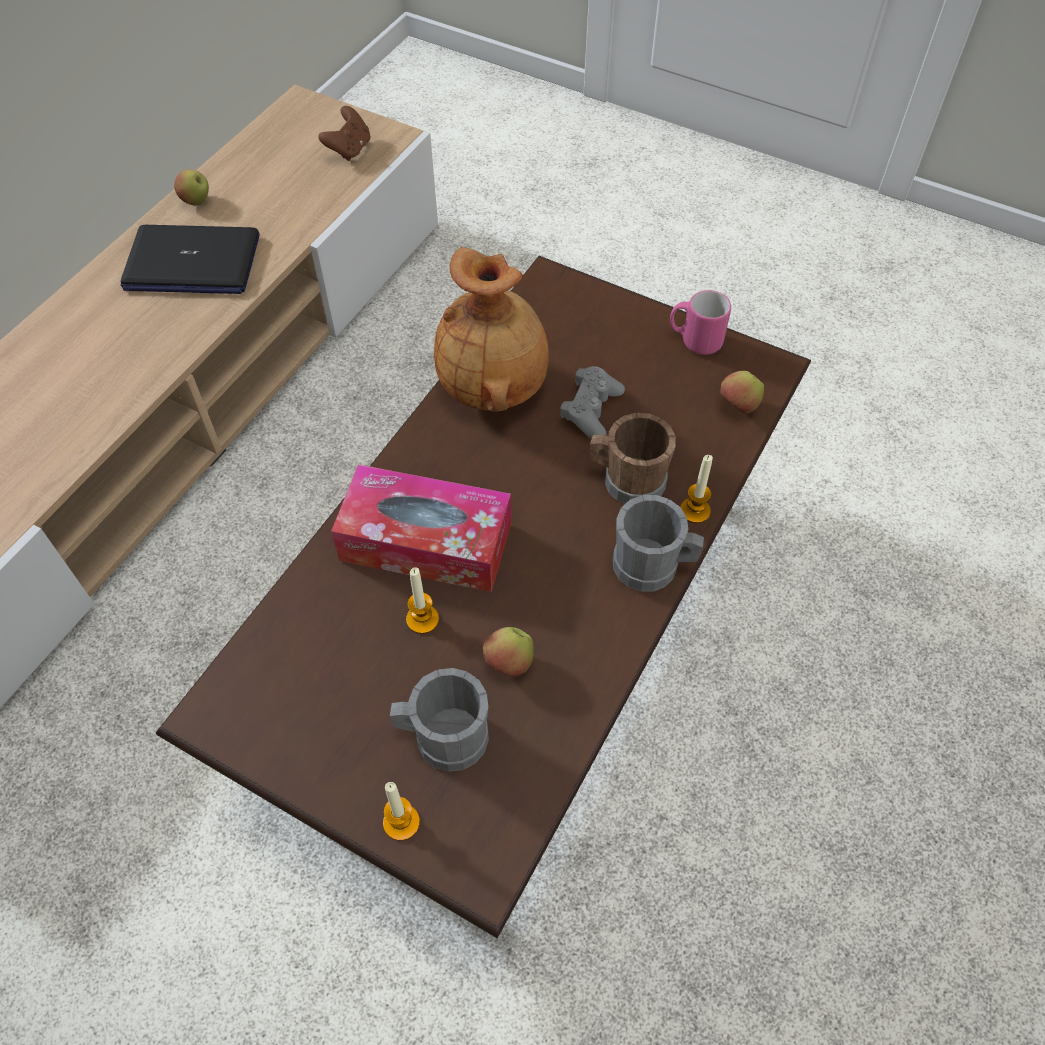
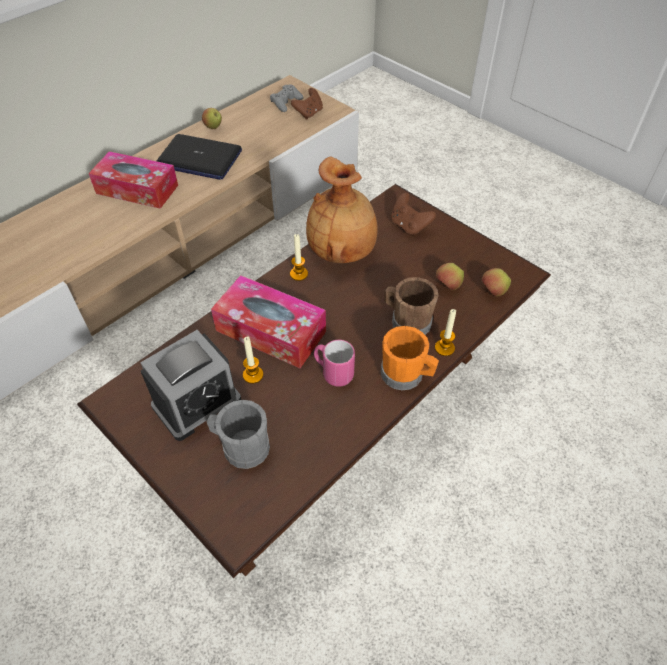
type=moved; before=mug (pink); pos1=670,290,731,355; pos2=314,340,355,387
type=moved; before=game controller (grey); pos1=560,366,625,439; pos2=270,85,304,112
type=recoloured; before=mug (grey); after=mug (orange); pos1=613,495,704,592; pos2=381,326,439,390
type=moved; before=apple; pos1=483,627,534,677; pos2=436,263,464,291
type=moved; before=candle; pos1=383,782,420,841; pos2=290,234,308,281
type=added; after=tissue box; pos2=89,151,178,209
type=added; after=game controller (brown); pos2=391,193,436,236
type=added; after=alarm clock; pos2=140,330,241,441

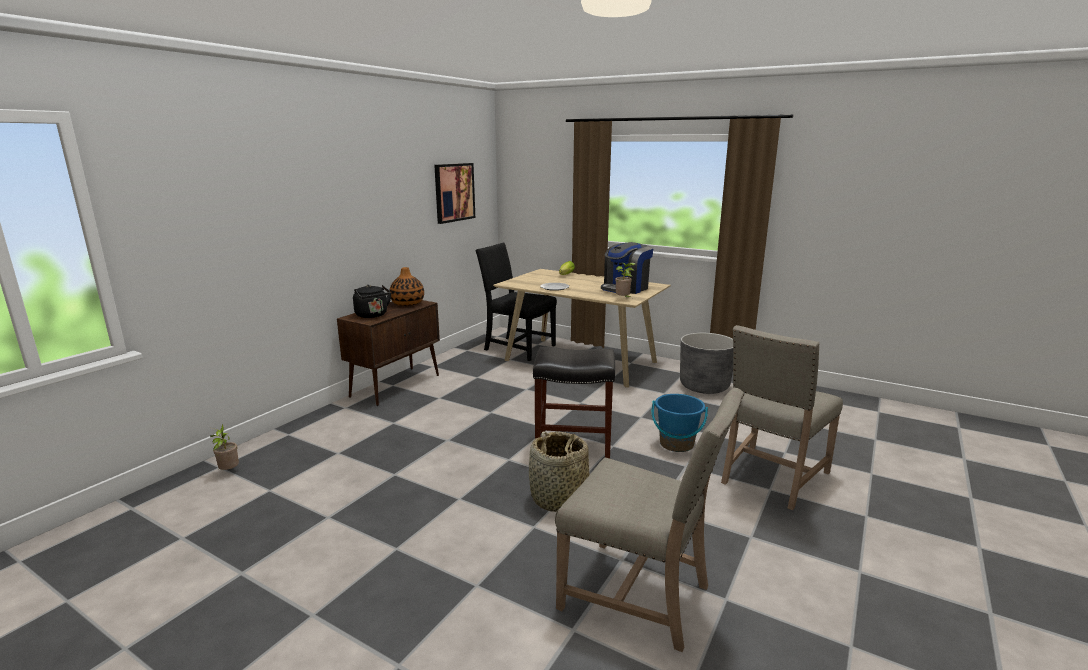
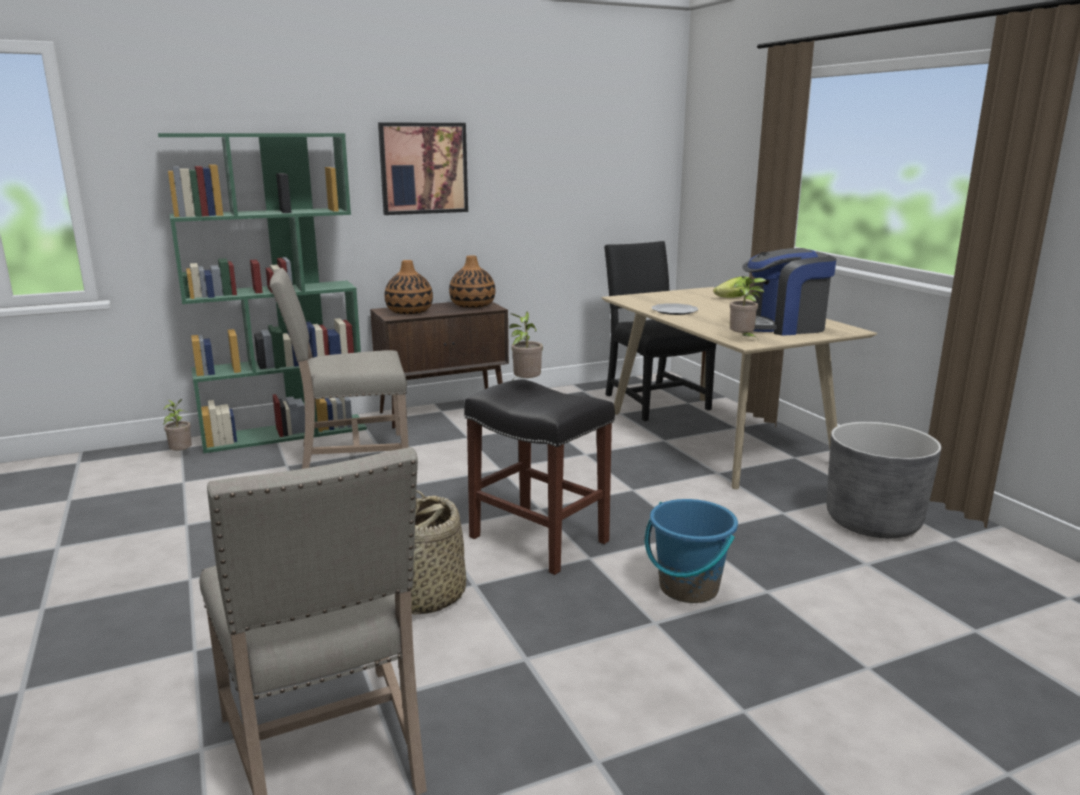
type=moved; before=picture; pos1=434,163,475,224; pos2=378,122,468,215
type=replaced; before=kettle (black); after=vase; pos1=353,285,392,318; pos2=384,260,433,314
type=moved; before=chair (beige); pos1=721,325,843,510; pos2=269,268,409,469
type=added; after=bookcase (green); pos2=158,133,367,453
type=added; after=potted plant; pos2=509,312,543,378

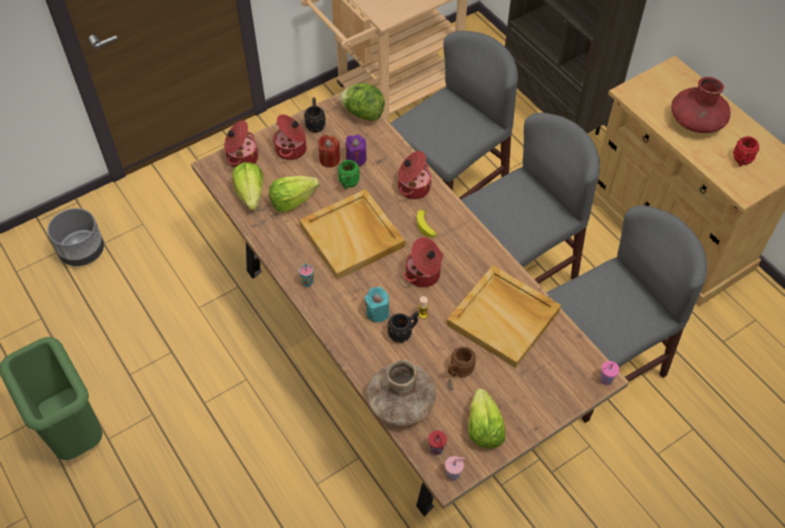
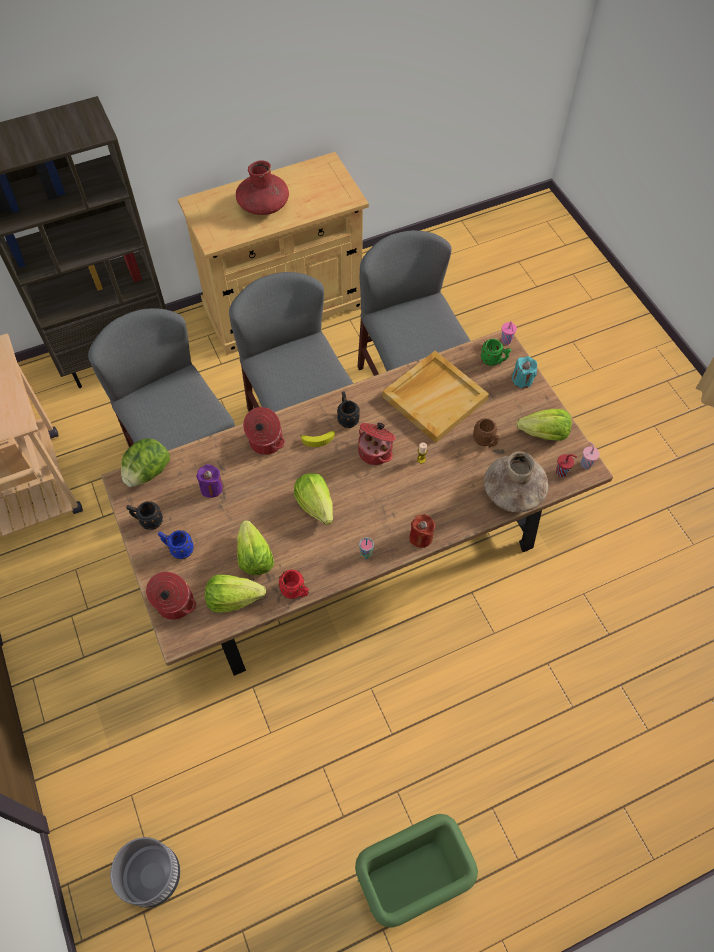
type=replaced; before=cooking pot; after=mug (blue); pos1=273,114,306,160; pos2=158,530,194,559
type=moved; before=candle (red); pos1=318,135,340,168; pos2=410,514,435,548
type=moved; before=mug (red); pos1=733,136,760,167; pos2=279,569,309,599
type=moved; before=mug (green); pos1=338,160,360,190; pos2=481,339,511,366
type=replaced; before=tray (beige); after=lettuce; pos1=299,189,405,280; pos2=294,473,333,525
type=moved; before=candle (turquoise); pos1=365,287,389,323; pos2=512,356,537,388
type=moved; before=mug (black); pos1=387,311,419,343; pos2=337,391,360,428

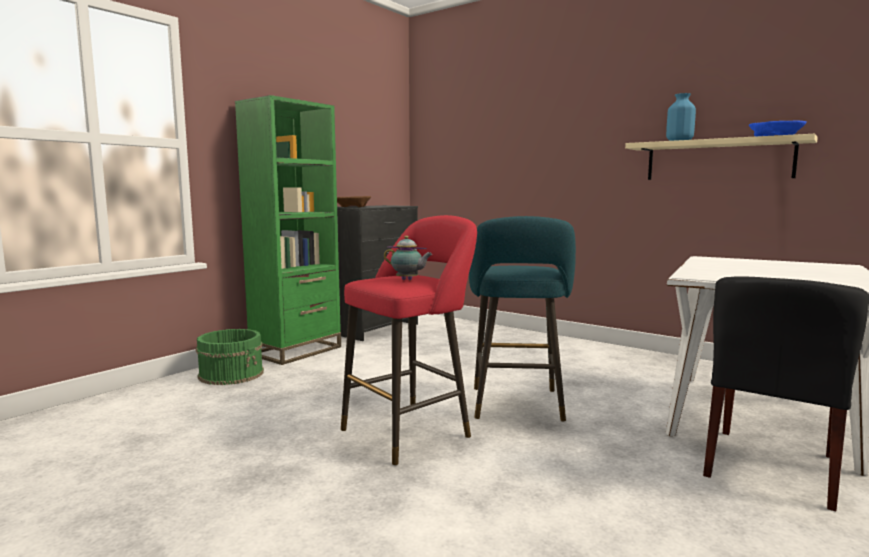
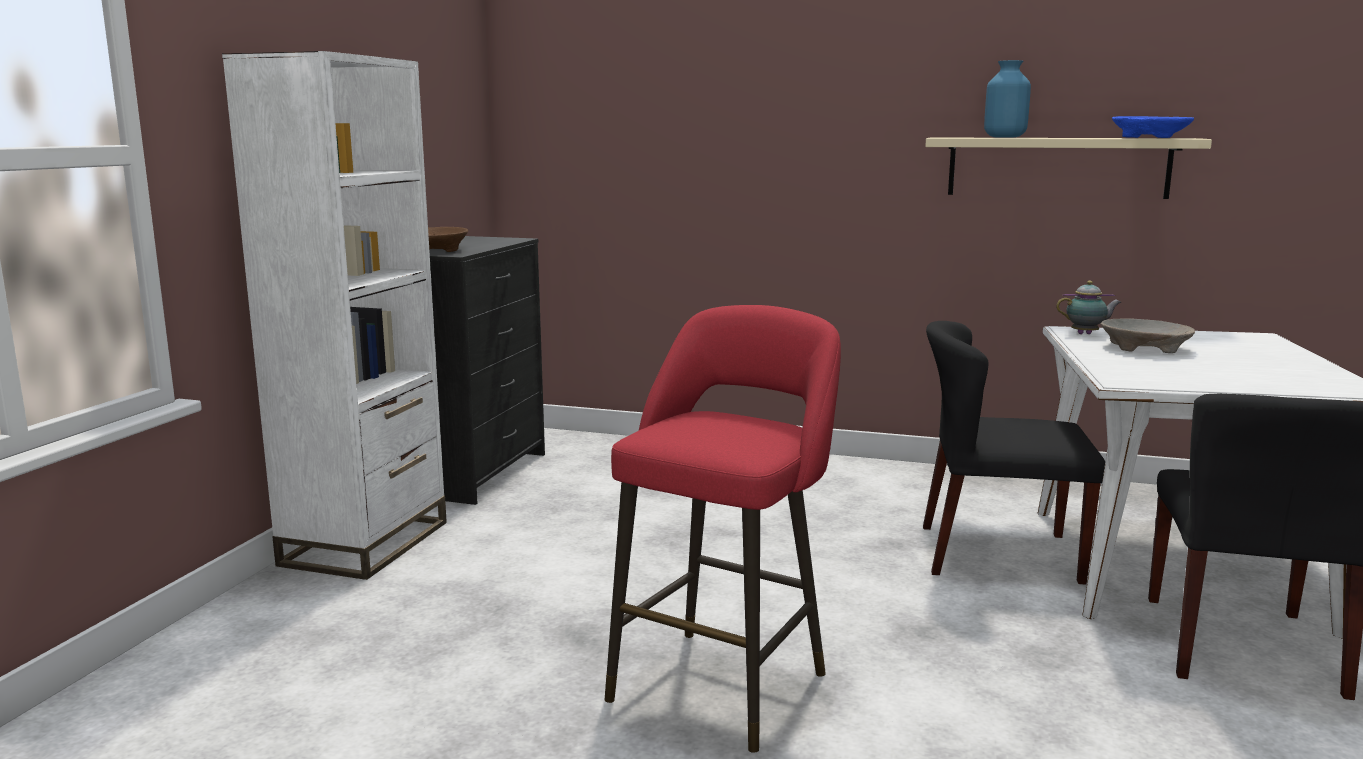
type=recoloured; before=bookcase (green); after=bookcase (white); pos1=235,95,341,365; pos2=222,51,447,580
type=removed; before=stool (turquoise); pos1=469,216,576,421
type=moved; before=teapot; pos1=384,236,433,280; pos2=1056,281,1122,334
type=removed; before=bucket (green); pos1=196,329,264,385
type=added; after=bowl (beige); pos2=1100,318,1195,353
type=added; after=chair (black); pos2=923,321,1105,585

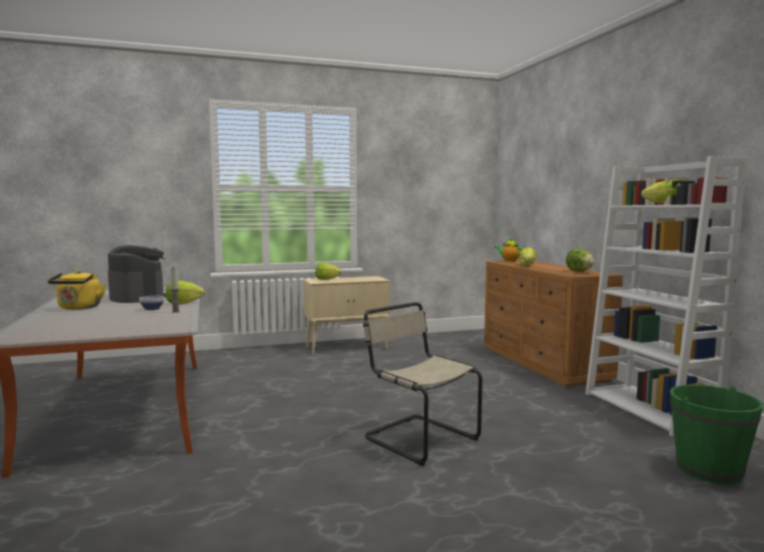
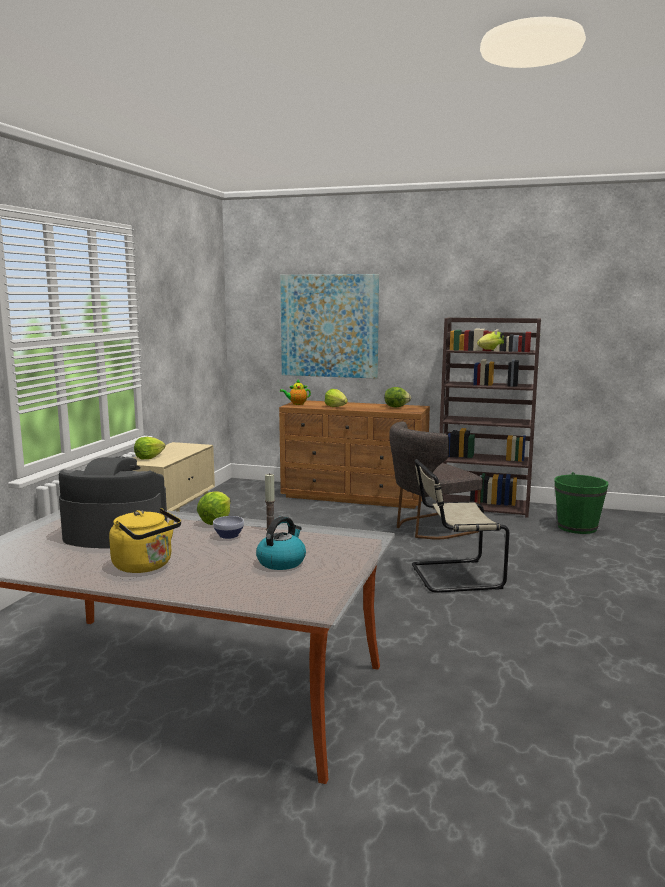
type=recoloured; before=bookcase (white); after=bookcase (brown); pos1=585,156,746,436; pos2=436,317,541,518
type=added; after=picture; pos2=280,274,379,378
type=added; after=chair (grey); pos2=389,422,483,540
type=added; after=kettle; pos2=256,516,306,570

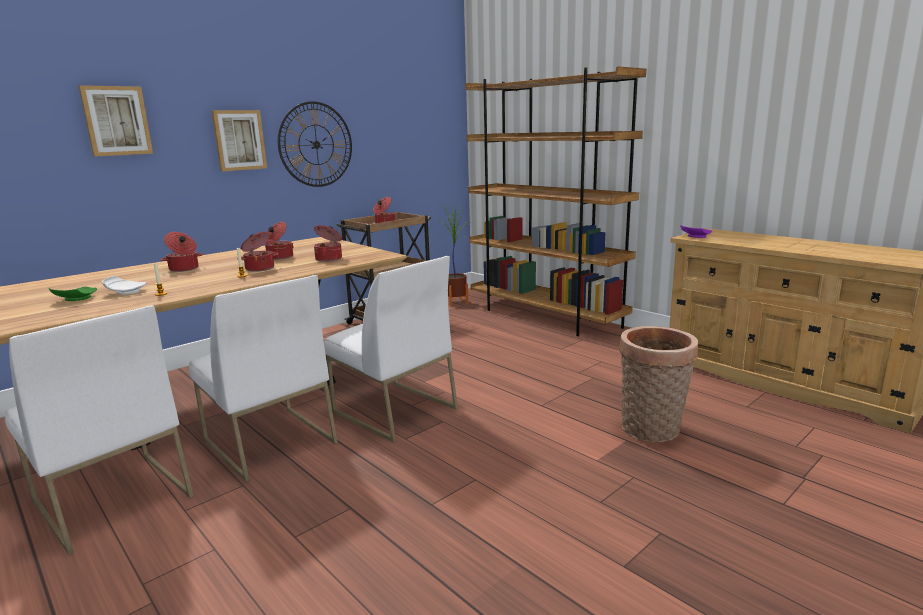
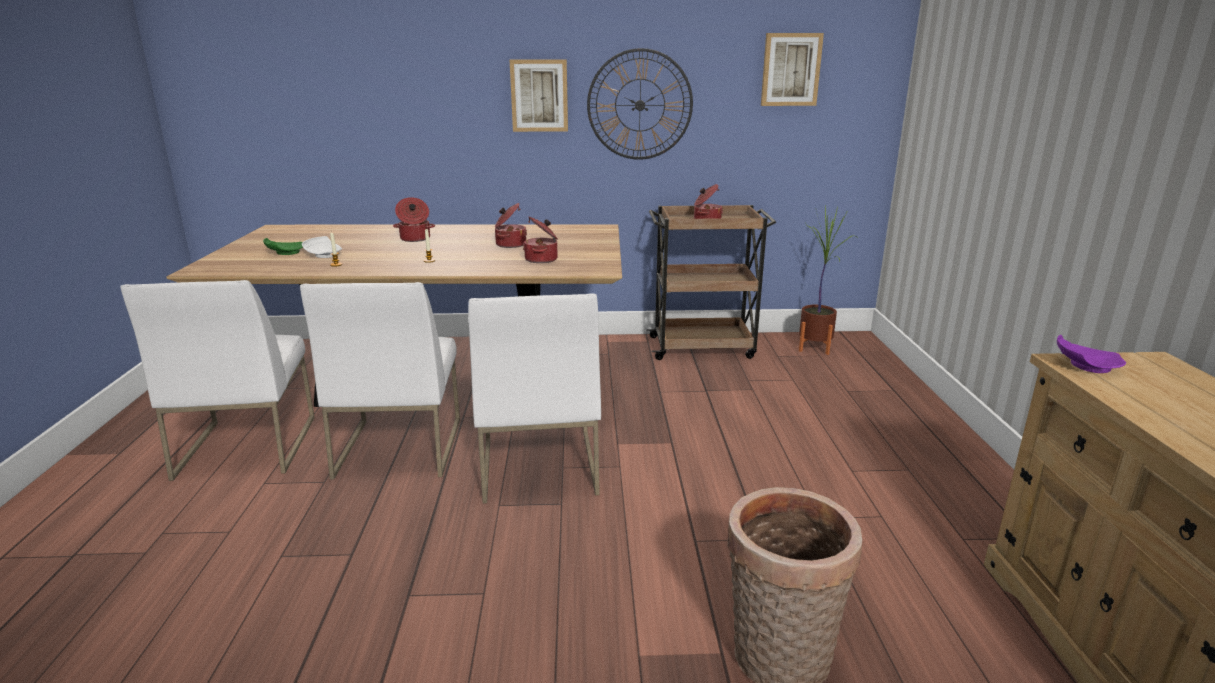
type=removed; before=bookcase (brown); pos1=465,66,646,336
type=moved; before=picture; pos1=79,85,153,157; pos2=761,33,824,106
type=removed; before=cooking pot; pos1=237,232,279,272

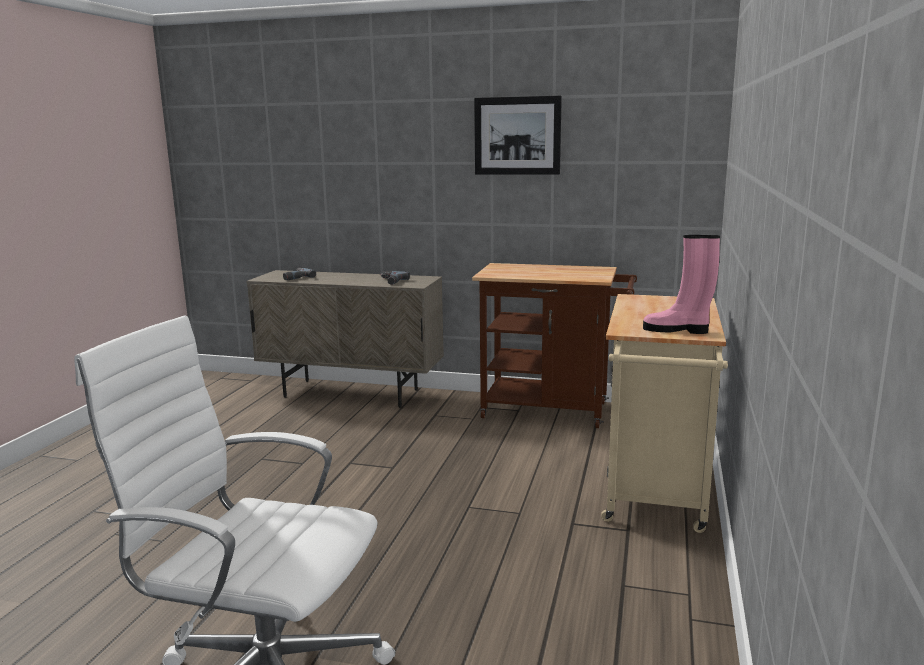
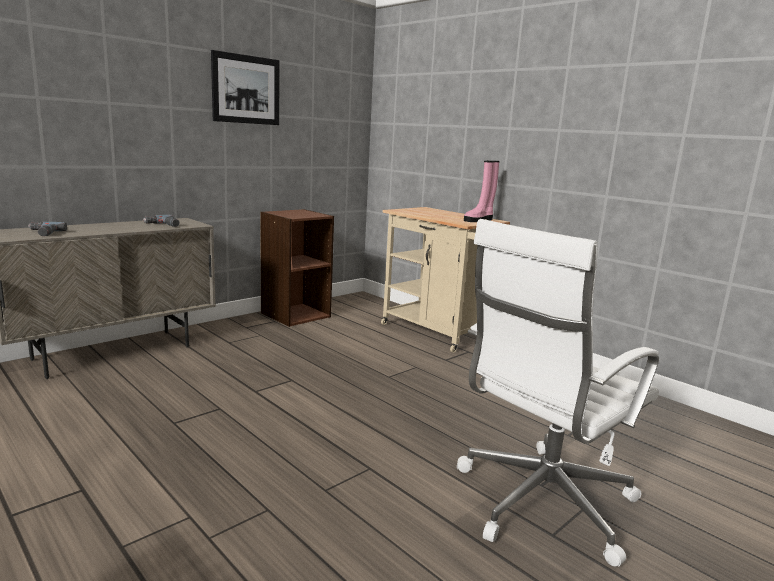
type=replaced; before=cart (brown); after=bookcase (brown); pos1=472,263,637,428; pos2=260,209,334,327

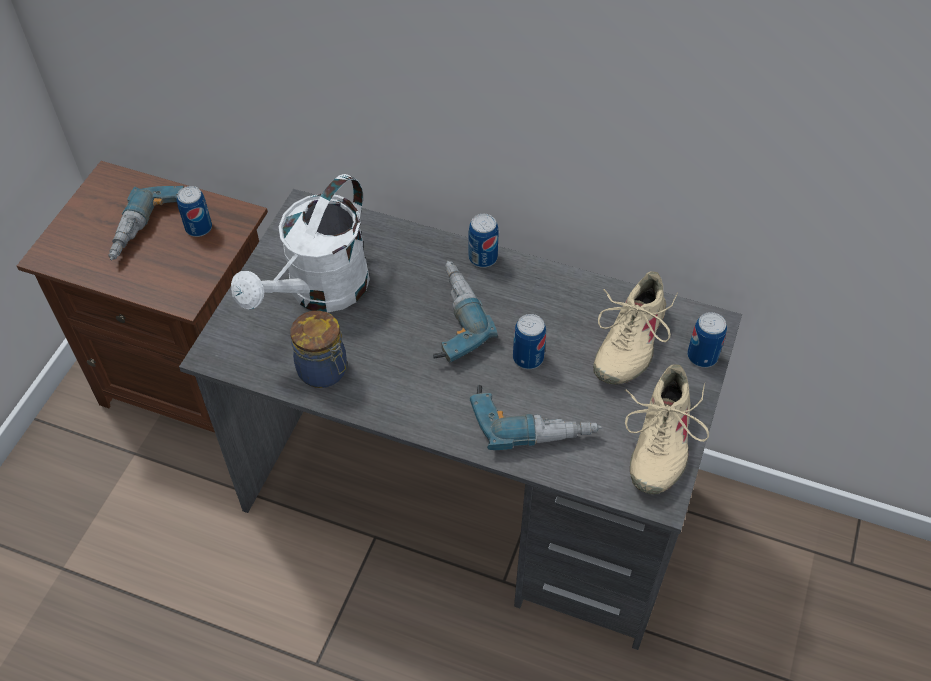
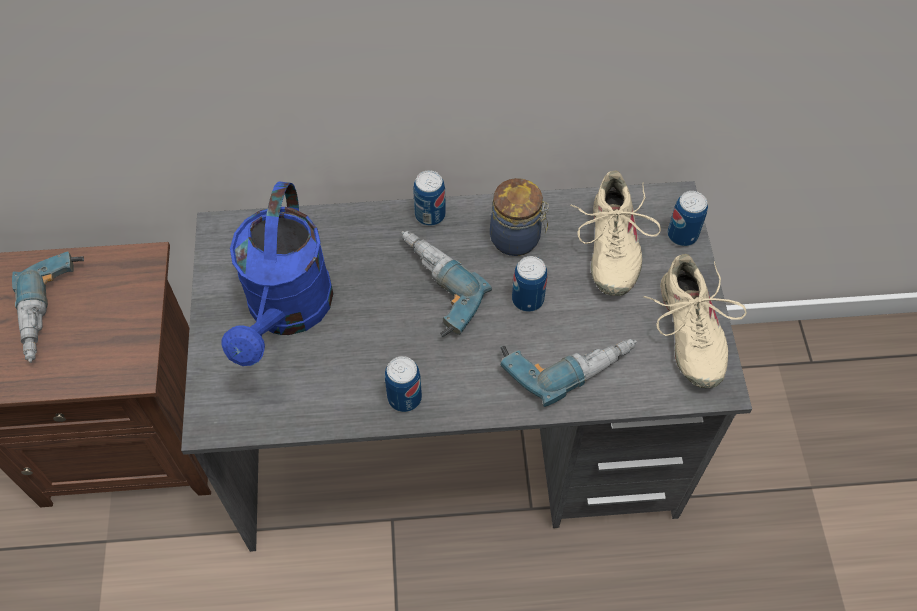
type=recoloured; before=watering can (white); after=watering can (blue); pos1=231,174,370,313; pos2=221,182,334,366
type=moved; before=can; pos1=177,186,212,237; pos2=385,356,422,412
type=moved; before=jar; pos1=290,311,347,388; pos2=490,178,549,256

